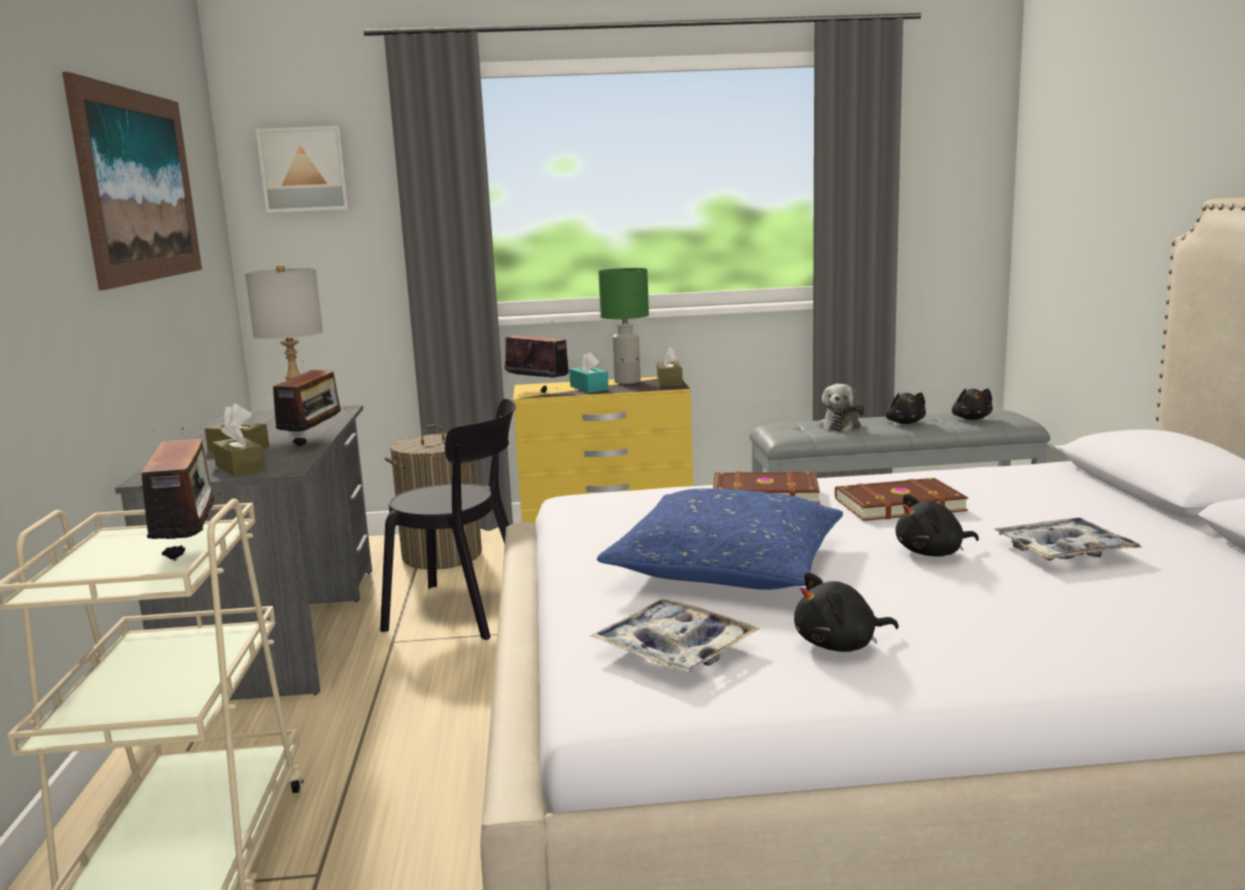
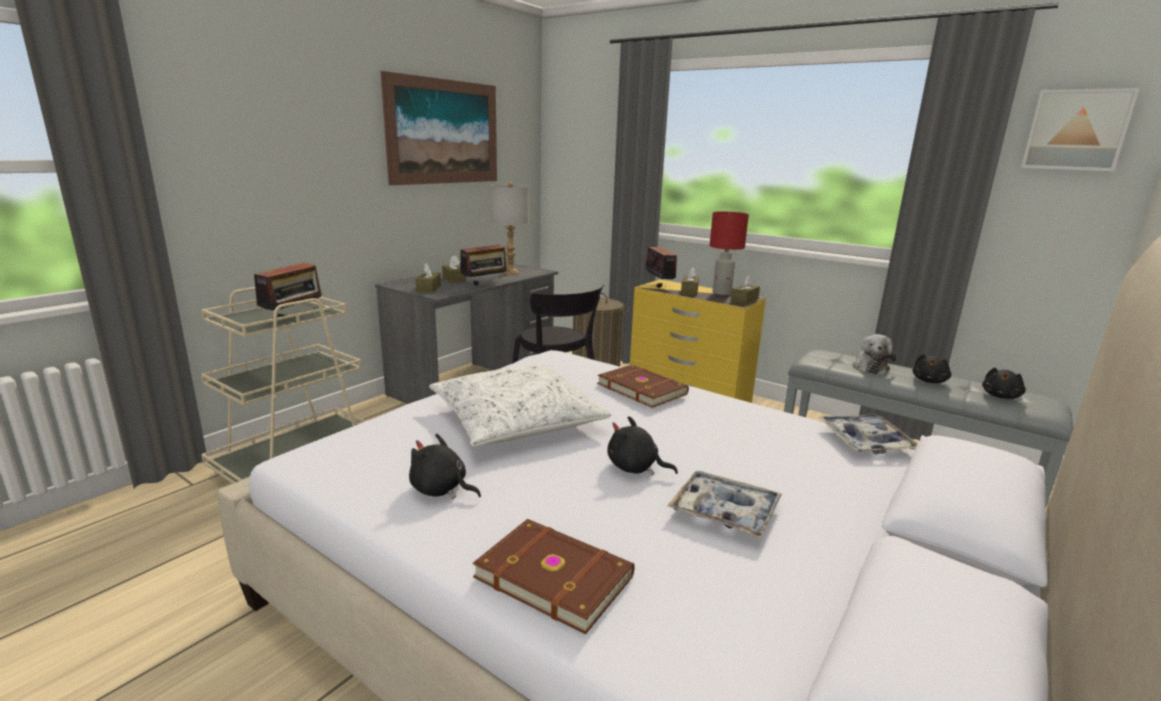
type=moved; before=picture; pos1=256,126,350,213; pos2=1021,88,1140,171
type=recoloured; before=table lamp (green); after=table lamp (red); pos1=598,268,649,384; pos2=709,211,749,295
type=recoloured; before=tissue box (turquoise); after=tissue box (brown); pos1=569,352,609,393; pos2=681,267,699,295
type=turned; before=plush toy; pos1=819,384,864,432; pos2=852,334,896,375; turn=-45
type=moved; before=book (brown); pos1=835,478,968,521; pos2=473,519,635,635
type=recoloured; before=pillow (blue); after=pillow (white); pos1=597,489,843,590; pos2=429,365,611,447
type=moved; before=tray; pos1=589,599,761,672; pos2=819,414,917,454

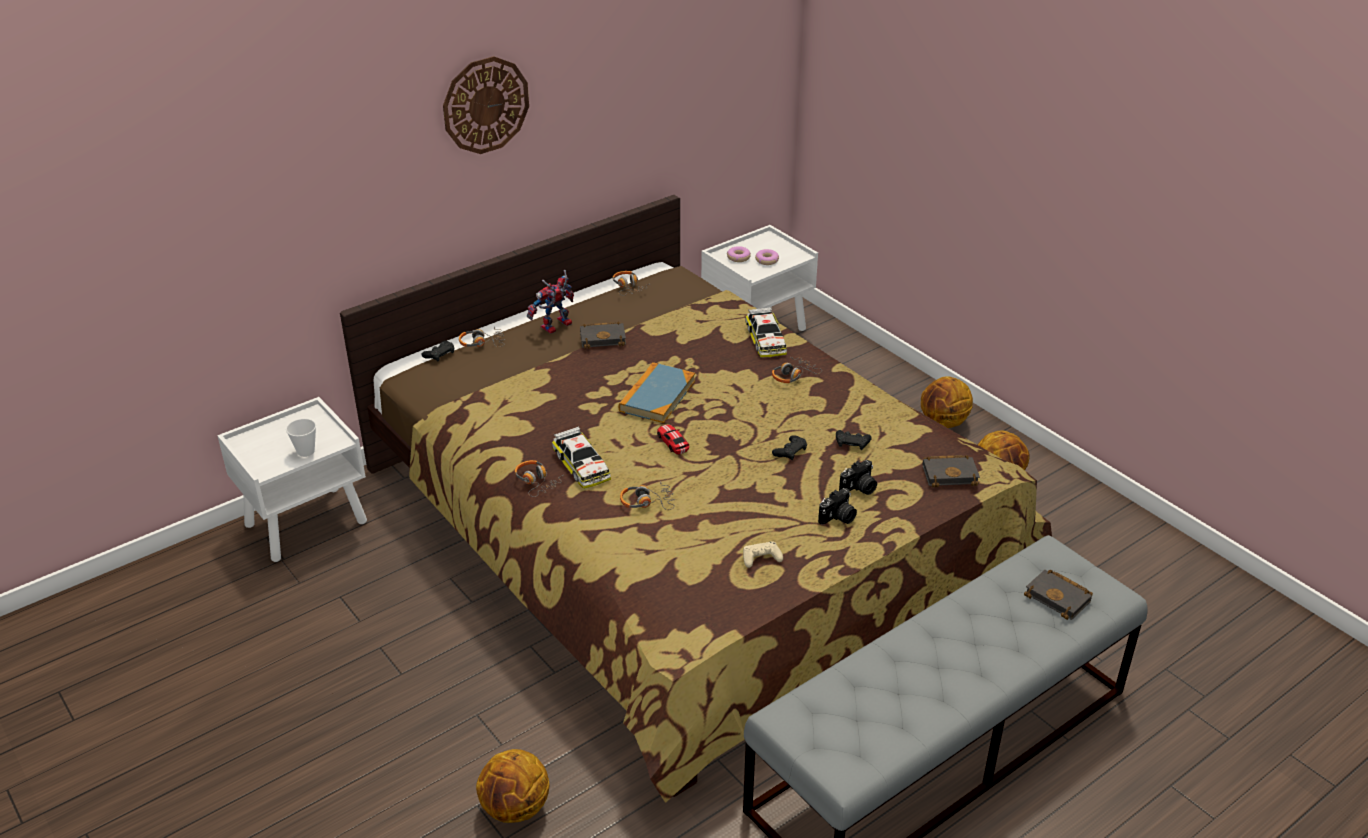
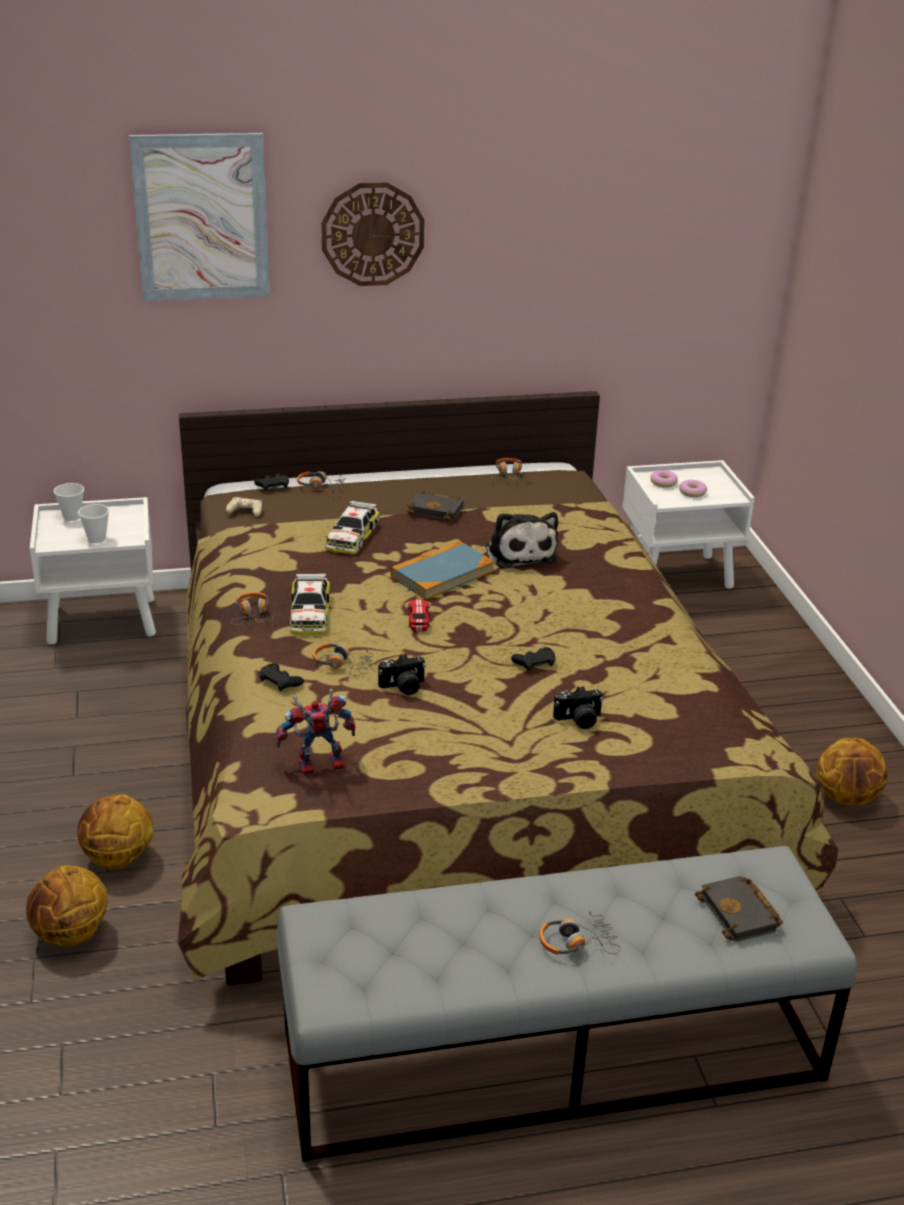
type=moved; before=toy robot; pos1=527,270,574,334; pos2=275,688,356,775
type=moved; before=toy car; pos1=746,307,787,357; pos2=326,501,379,555
type=moved; before=headphones; pos1=772,357,822,383; pos2=539,909,621,954
type=moved; before=basketball; pos1=921,376,973,428; pos2=77,794,154,869
type=moved; before=game controller (black); pos1=836,430,872,450; pos2=259,663,304,692
type=removed; before=book (black); pos1=922,455,980,488
type=moved; before=photo camera; pos1=818,488,857,524; pos2=378,654,426,695
type=moved; before=game controller (beige); pos1=743,541,783,568; pos2=226,497,262,517
type=added; after=picture; pos2=129,133,270,301
type=added; after=cup; pos2=54,483,84,521
type=added; after=plush toy; pos2=485,512,558,569

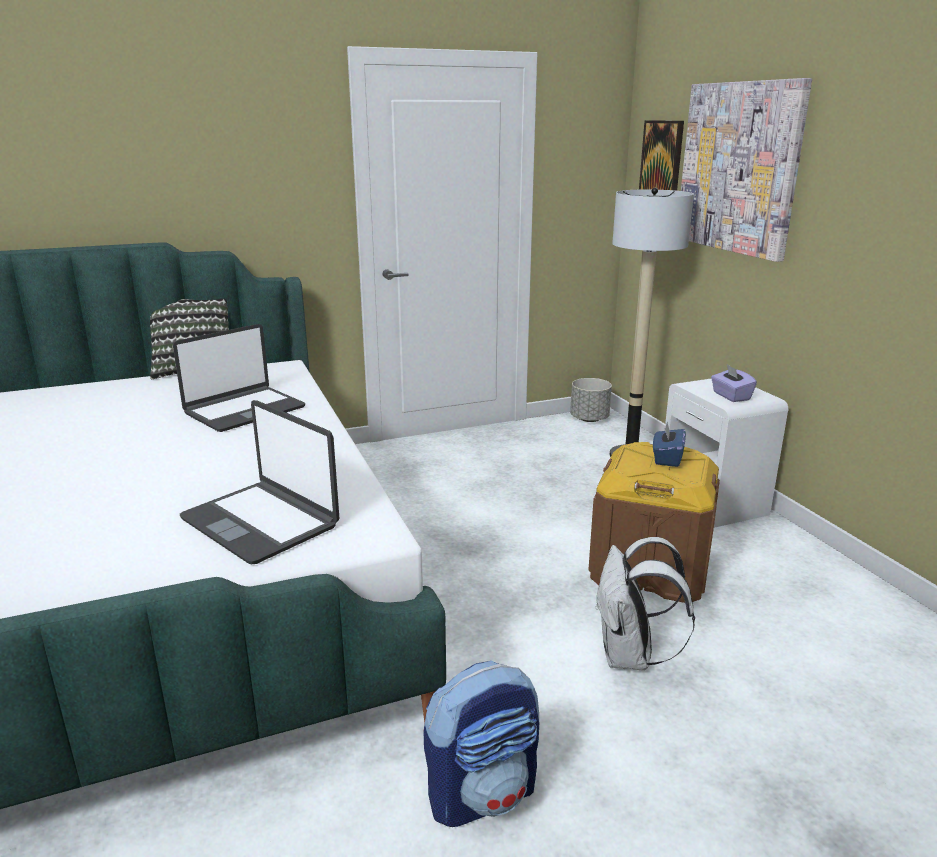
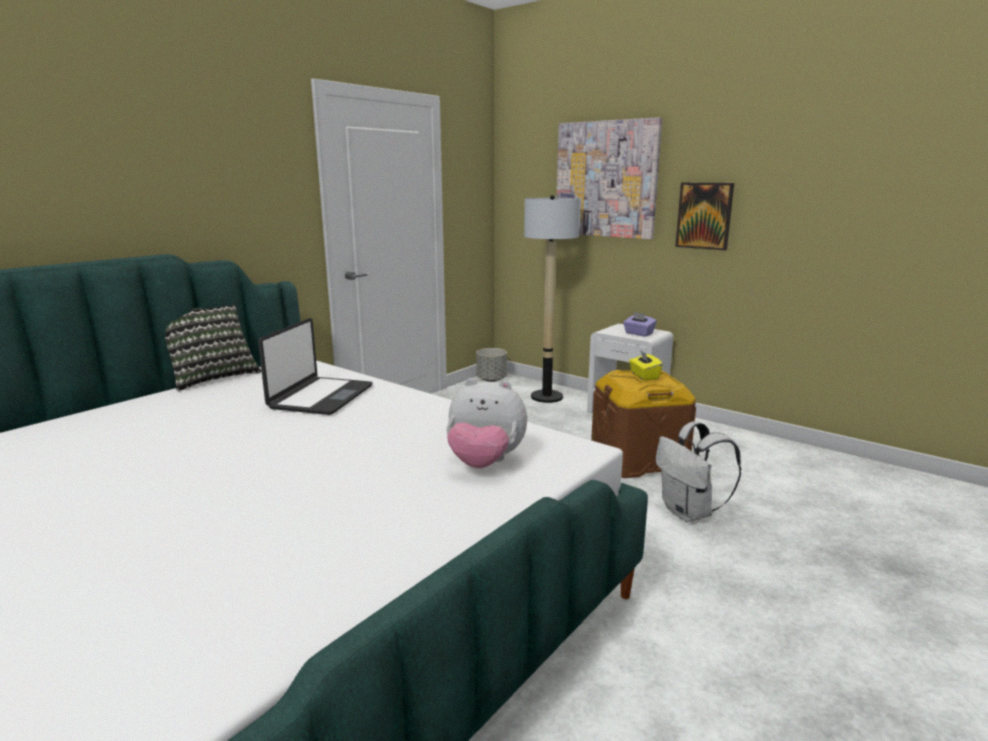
type=moved; before=picture; pos1=639,120,684,191; pos2=675,183,734,250
type=replaced; before=laptop; after=plush toy; pos1=180,400,339,564; pos2=446,378,527,468
type=recoloured; before=tissue box (blue); after=tissue box (yellow); pos1=653,422,686,467; pos2=629,350,663,380
type=removed; before=backpack; pos1=423,661,539,827

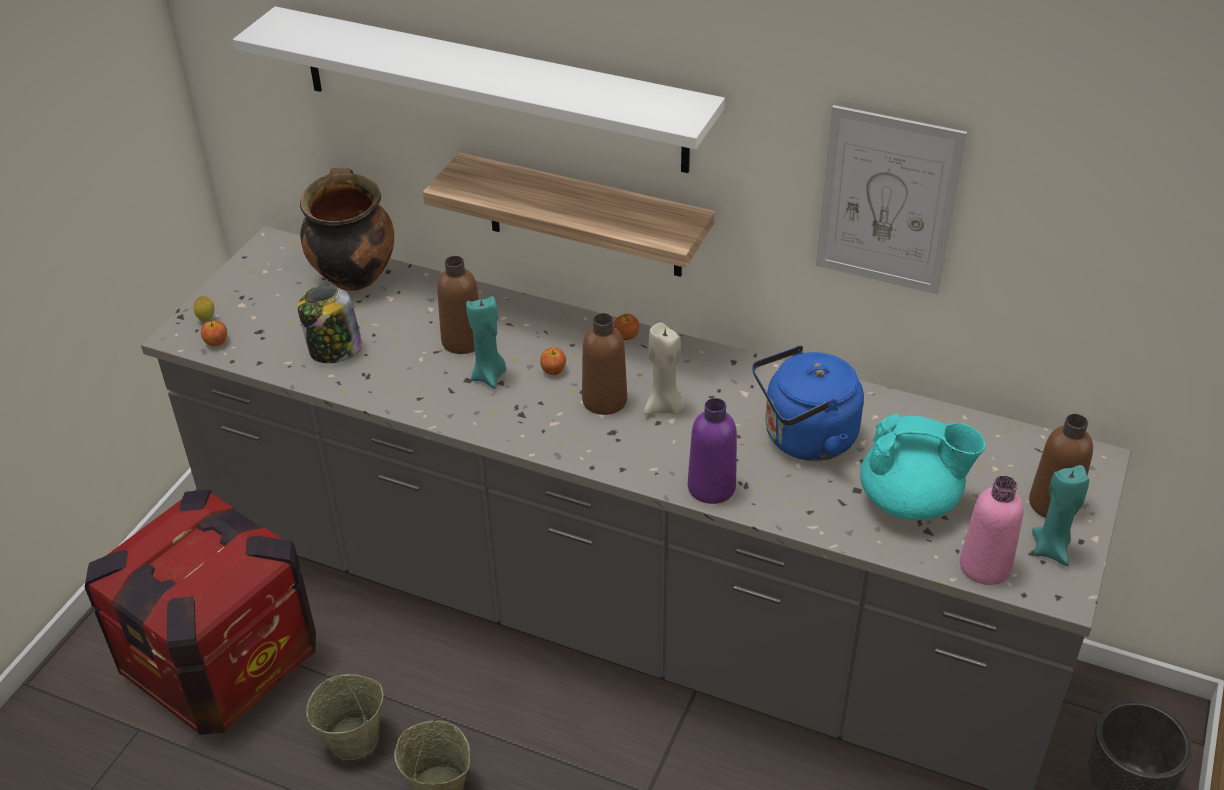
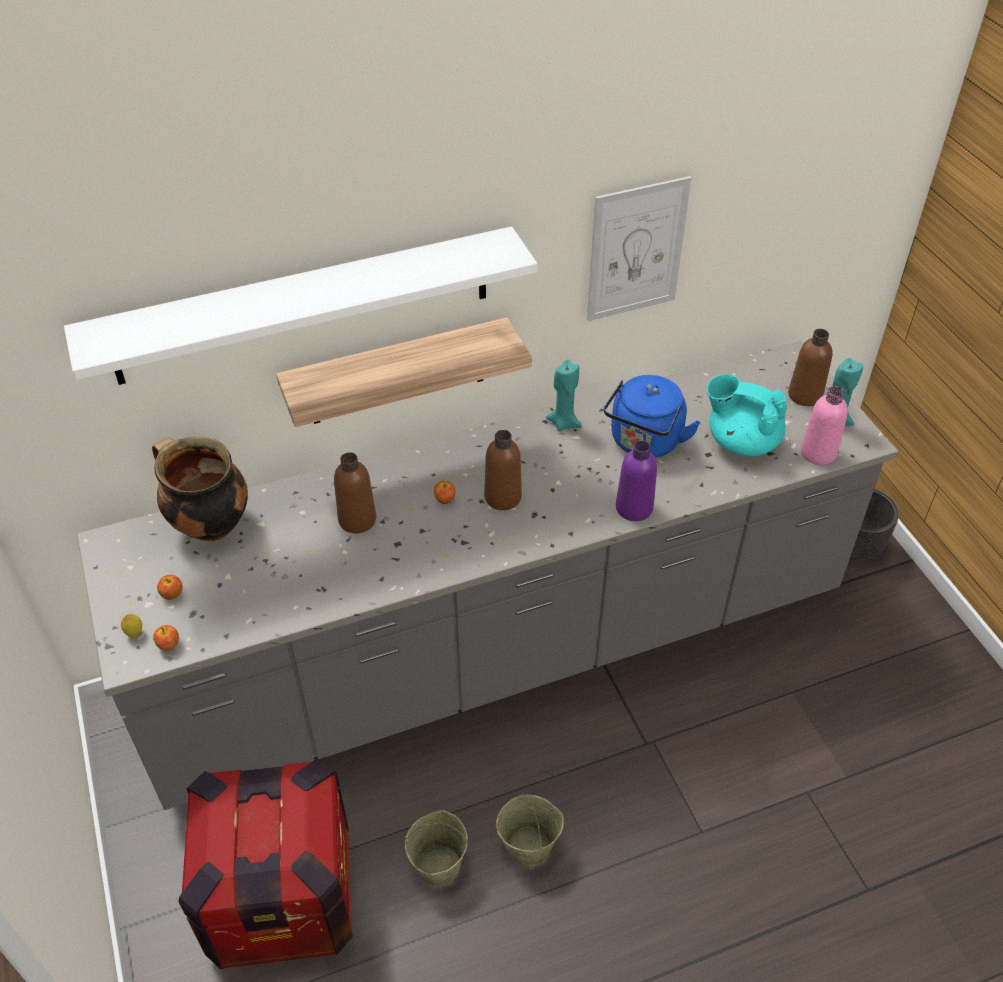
type=removed; before=jar; pos1=297,285,362,363
type=moved; before=candle (turquoise); pos1=466,296,507,389; pos2=546,359,582,432
type=moved; before=apple; pos1=614,314,639,340; pos2=157,575,183,600
type=removed; before=candle (beige); pos1=644,323,684,415
type=turned; before=teapot (turquoise); pos1=860,414,985,520; pos2=707,374,787,457; turn=-120

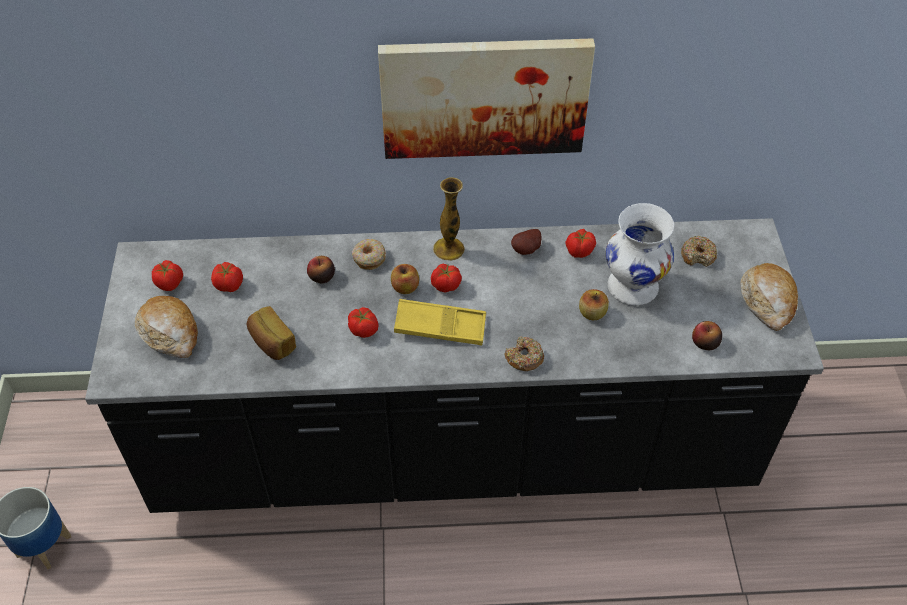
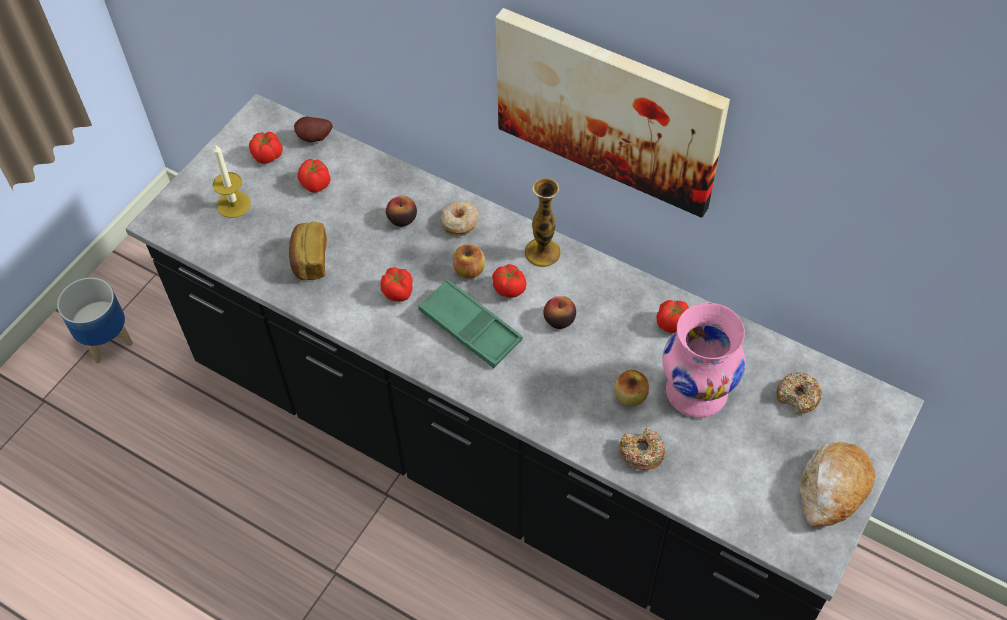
type=recoloured; before=vase (white); after=vase (pink); pos1=606,203,674,306; pos2=662,303,746,418
type=moved; before=potato; pos1=511,229,541,255; pos2=294,117,333,142
type=replaced; before=bread; after=candle; pos1=135,296,198,358; pos2=213,144,251,218
type=recoloured; before=tray (yellow); after=tray (green); pos1=394,299,486,346; pos2=418,279,523,368
type=moved; before=apple; pos1=692,321,722,350; pos2=543,296,576,329
type=moved; before=donut; pos1=505,336,544,371; pos2=619,427,665,470

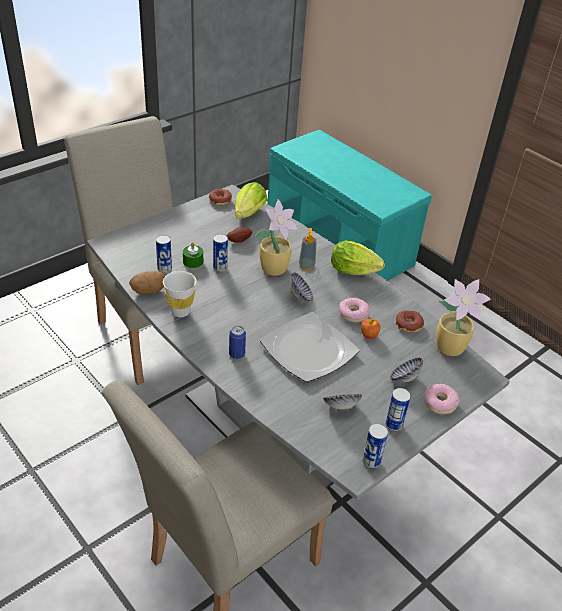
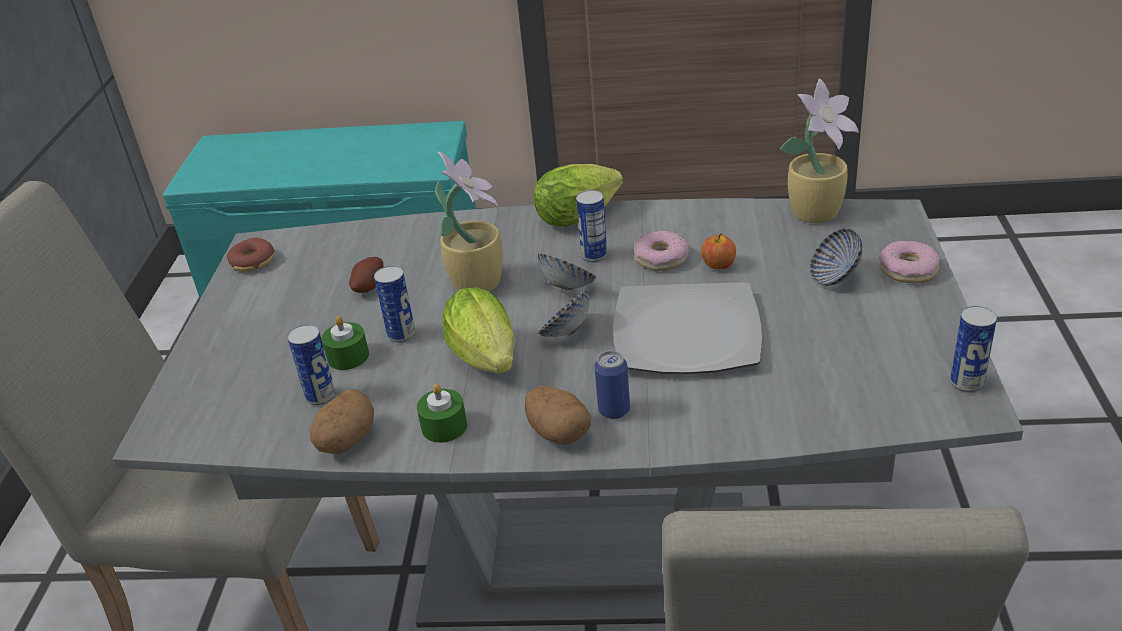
type=moved; before=lettuce; pos1=235,182,267,218; pos2=442,287,514,373
type=removed; before=soap dispenser; pos1=299,228,317,270
type=replaced; before=cup (white); after=candle (green); pos1=163,271,197,317; pos2=417,384,467,443
type=removed; before=donut; pos1=396,310,424,333
type=moved; before=can; pos1=385,388,411,431; pos2=576,190,607,263
type=moved; before=bowl; pos1=323,394,362,411; pos2=538,288,589,337
type=added; after=potato; pos2=525,386,591,445

